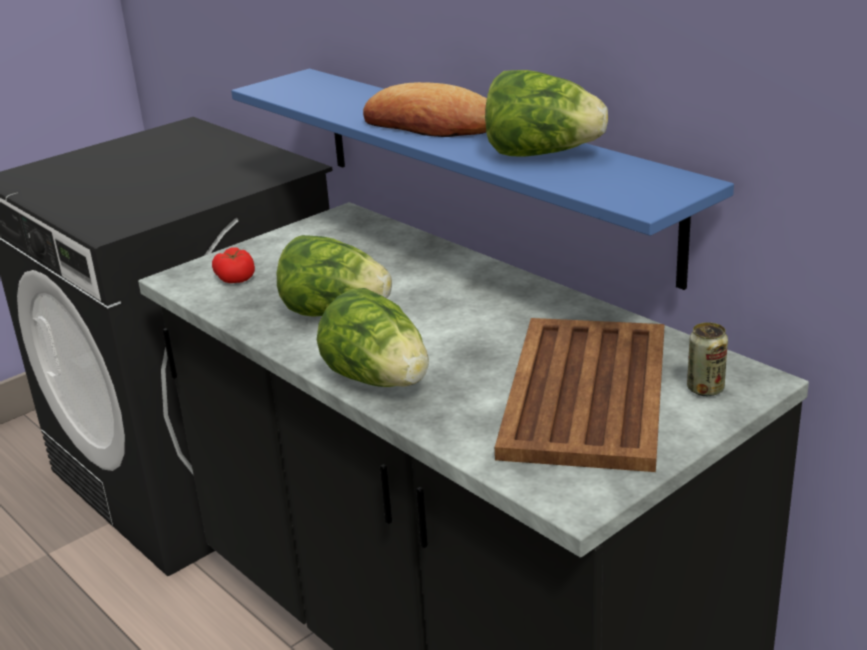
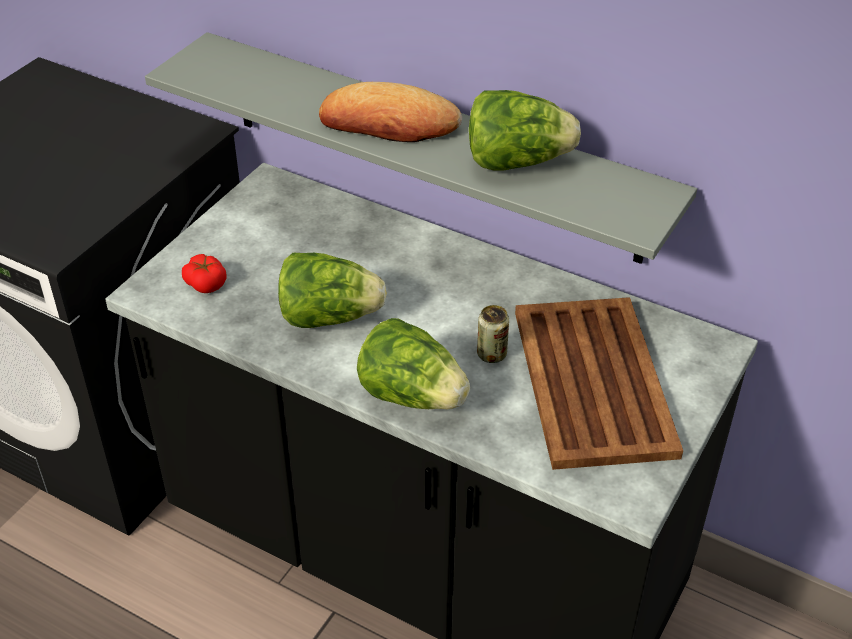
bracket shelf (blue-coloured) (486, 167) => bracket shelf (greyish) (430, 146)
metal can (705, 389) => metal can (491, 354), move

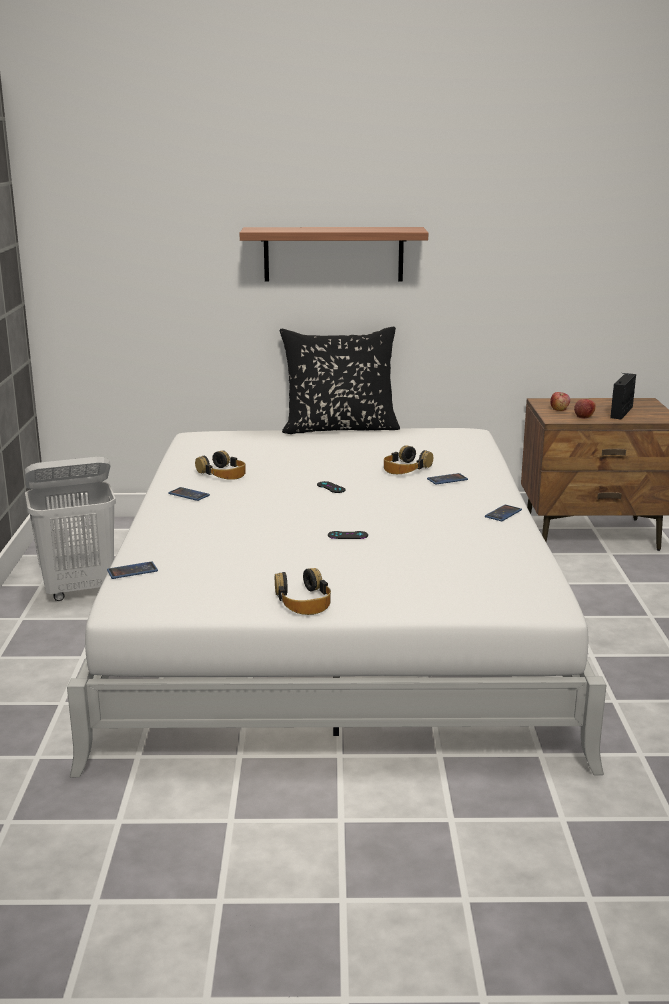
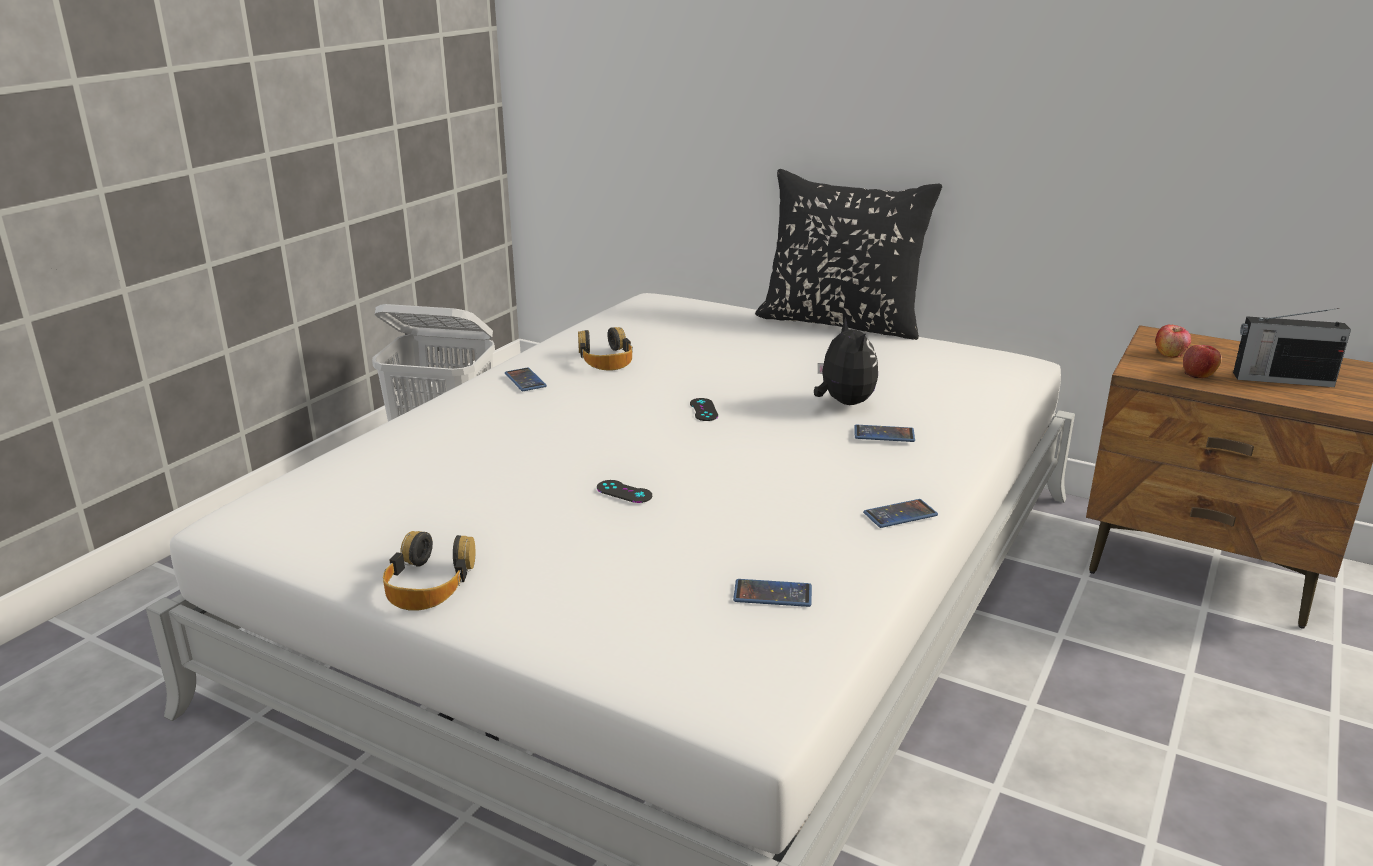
telephone (132, 571) => telephone (772, 594), move
bracket shelf (333, 254) => nothing
headset (406, 468) => cuddly toy (843, 402)
radio (622, 412) => radio (1280, 379), 135 degrees counterclockwise

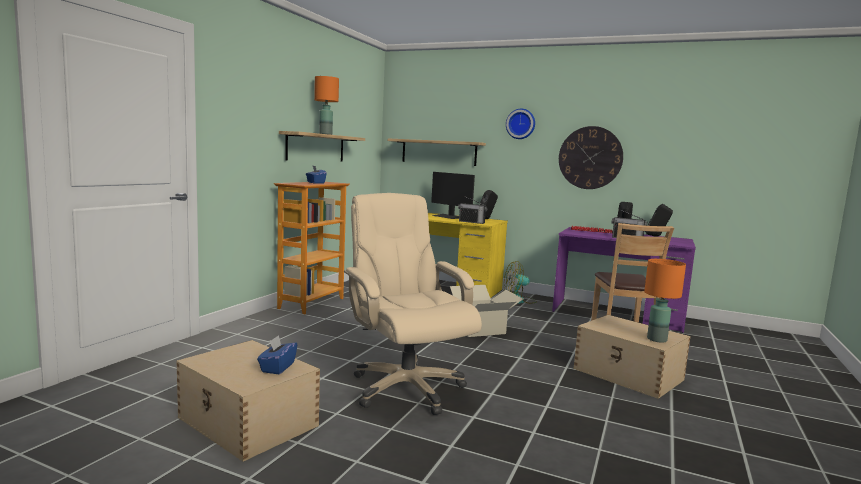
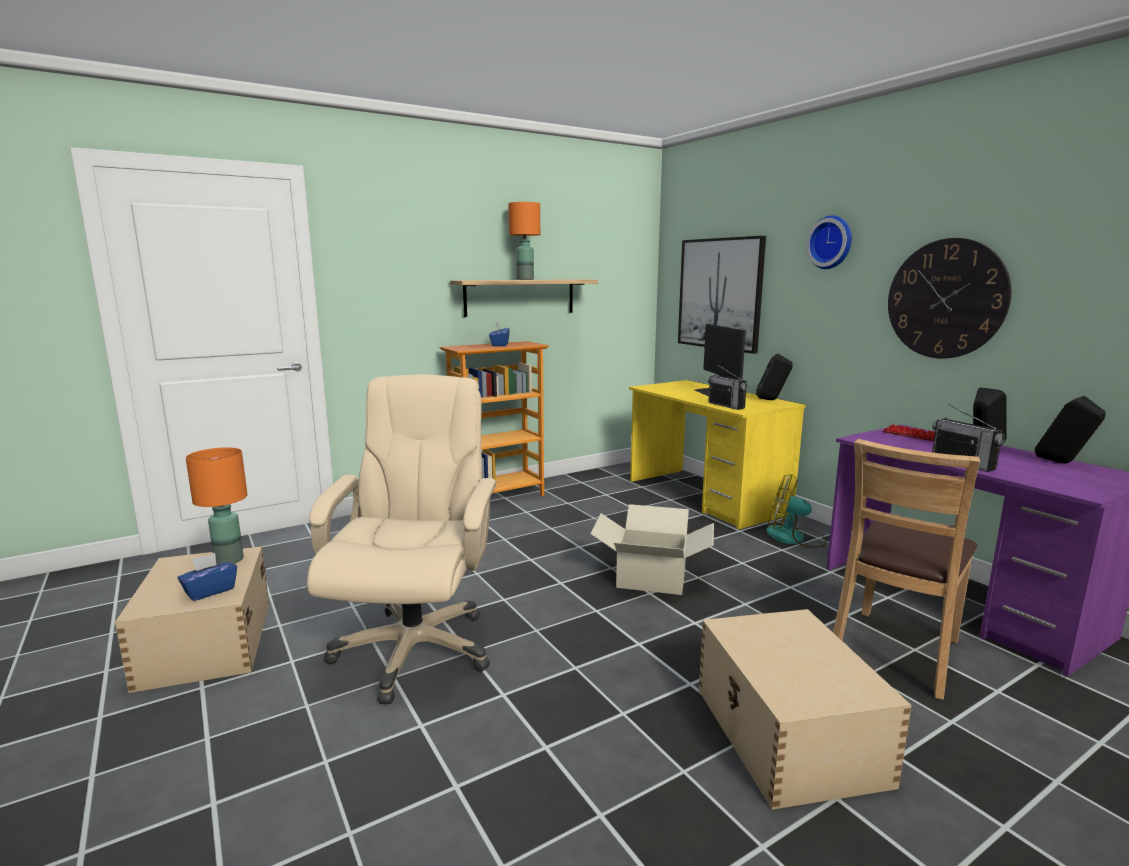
bracket shelf (438, 152) => picture (720, 294)
lamp for a table (orange) (656, 339) => lamp for a table (orange) (229, 560), move

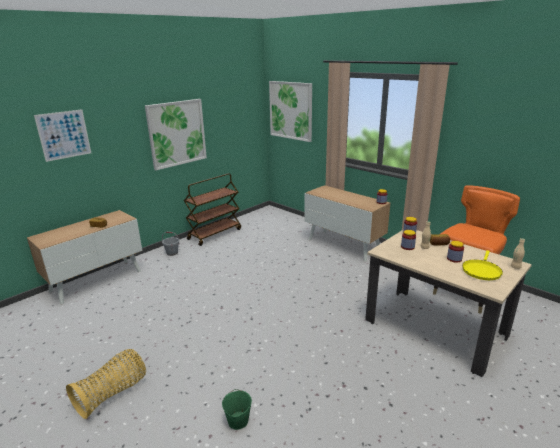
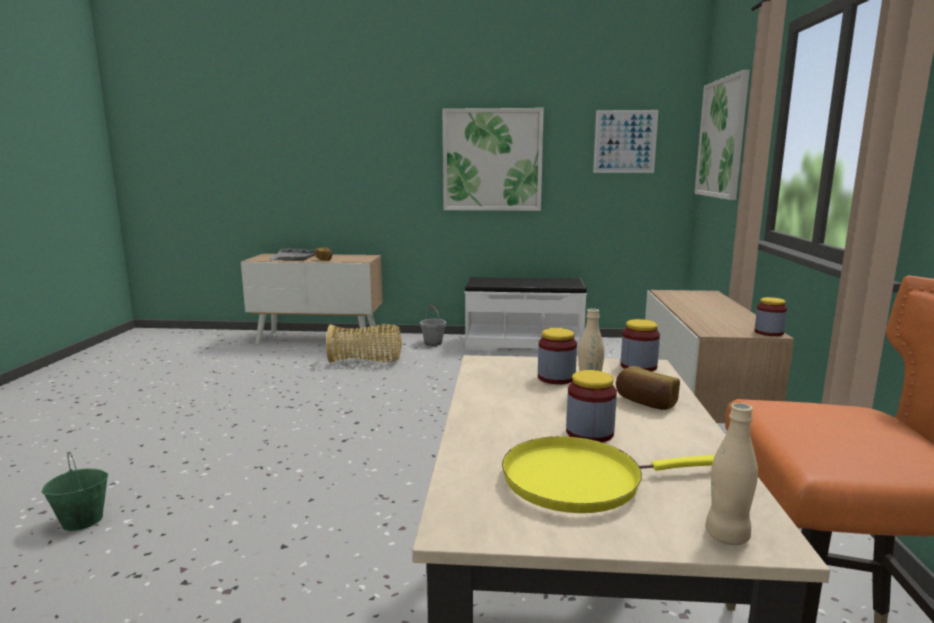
picture (64, 135) => picture (625, 141), move
household basket (113, 393) => household basket (366, 361), move
trolley (brownish) (215, 234) => indoor bench (white-coloured) (523, 343)
nothing => serving tray (greyish) (294, 257)

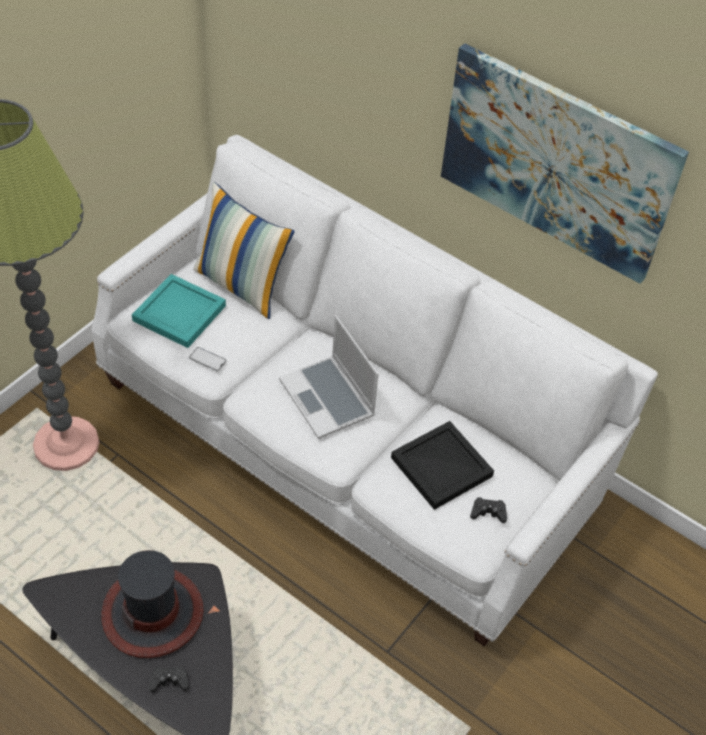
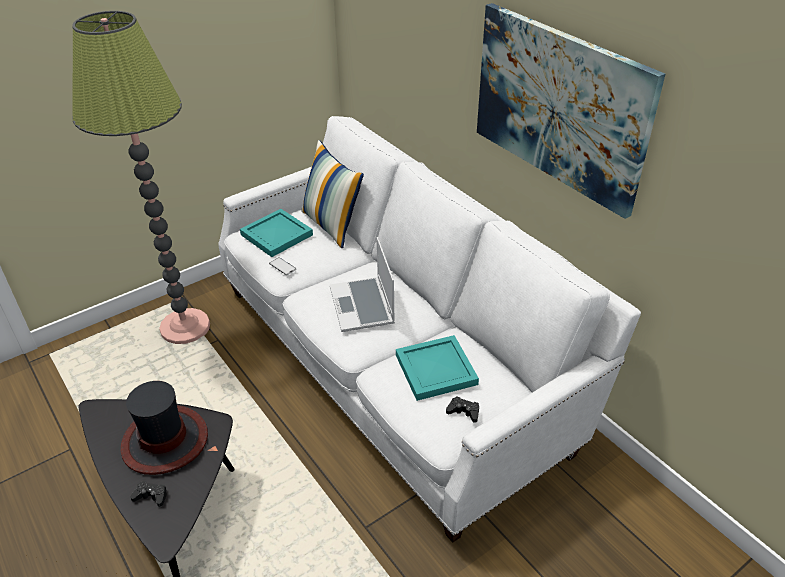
serving tray (blackish) (443, 467) => serving tray (turquoise-coloured) (437, 370)

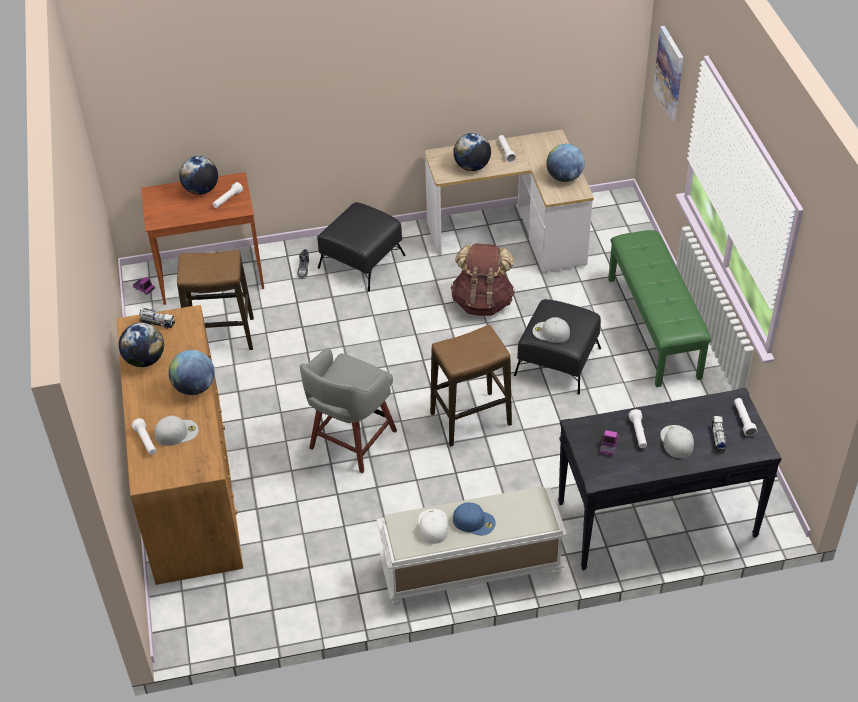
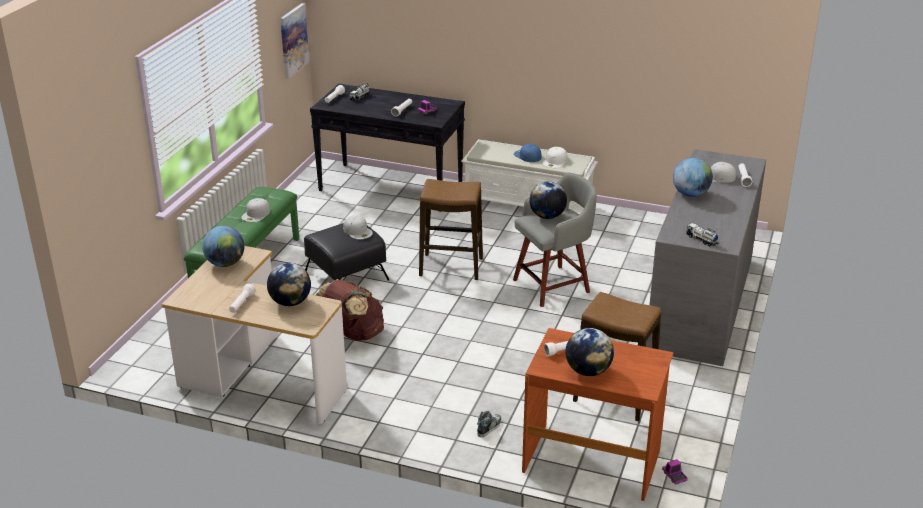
dresser (brownish) (189, 485) => dresser (greyish) (701, 303)
desk globe (145, 360) => desk globe (547, 216), move
ottoman (blackish) (362, 261) => nothing
picture (670, 73) => picture (293, 40), move
peaked cap (white-coloured) (676, 441) => peaked cap (white-coloured) (256, 214), move

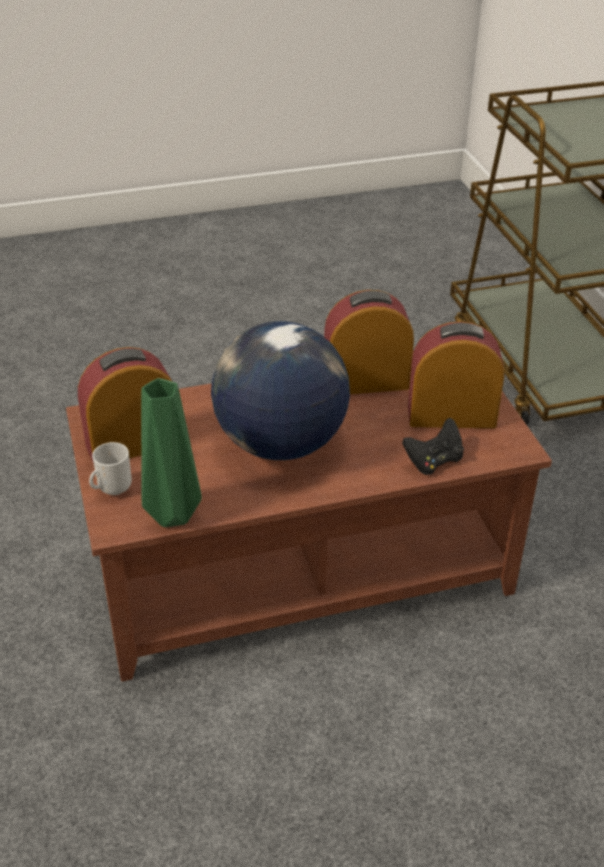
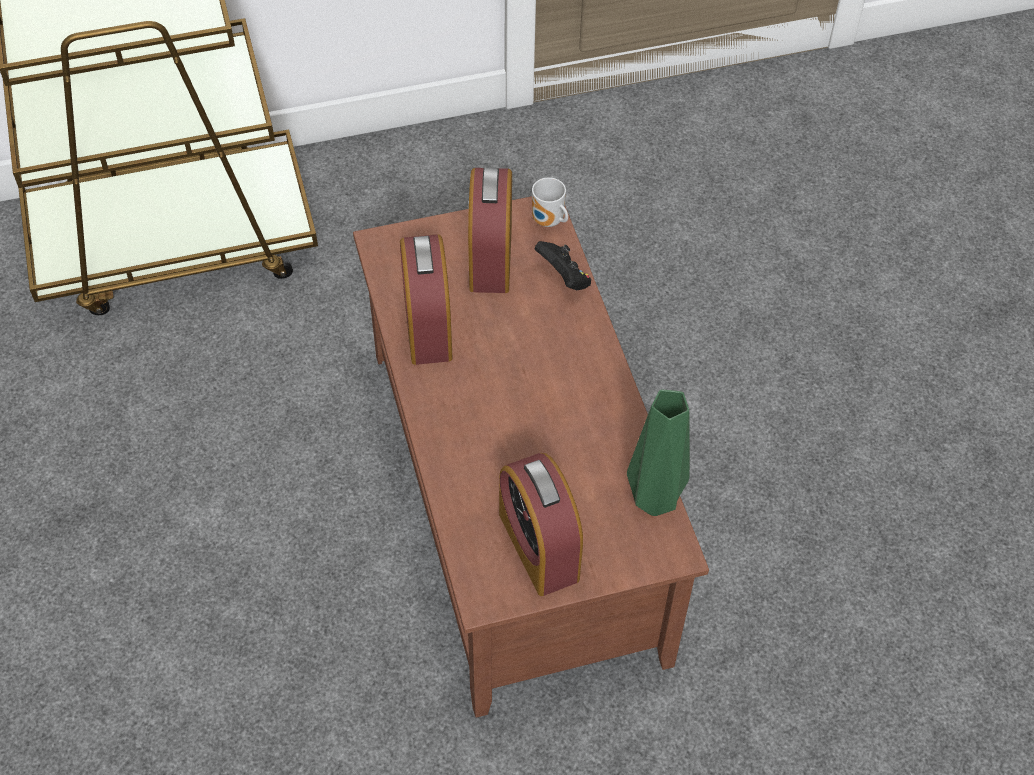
tea mug (112, 489) => tea mug (548, 222), move
desk globe (280, 443) => nothing

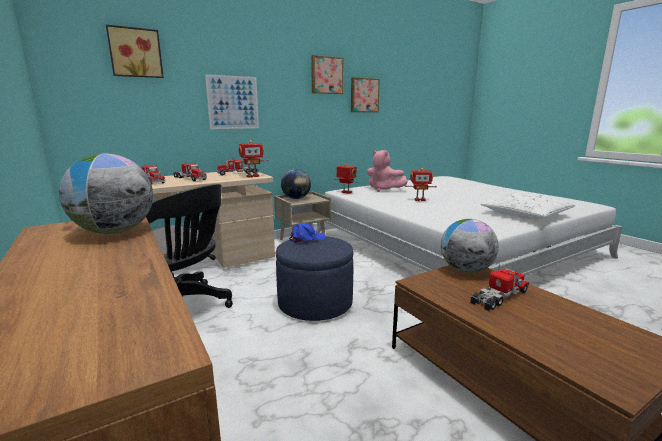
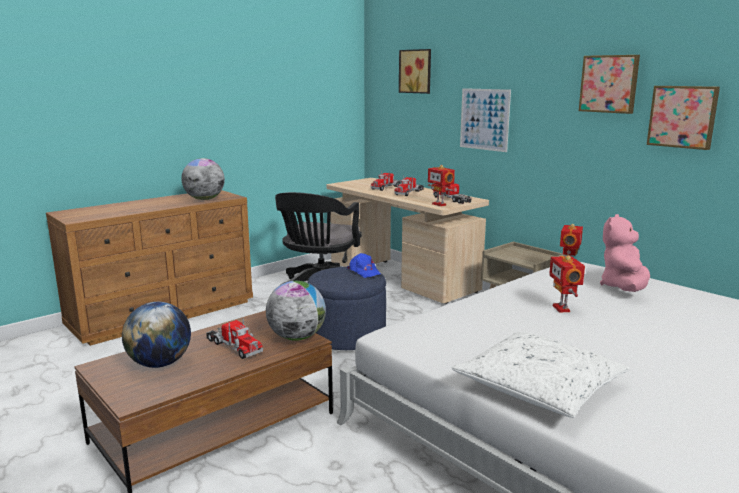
desk globe (296, 198) => desk globe (160, 364), move

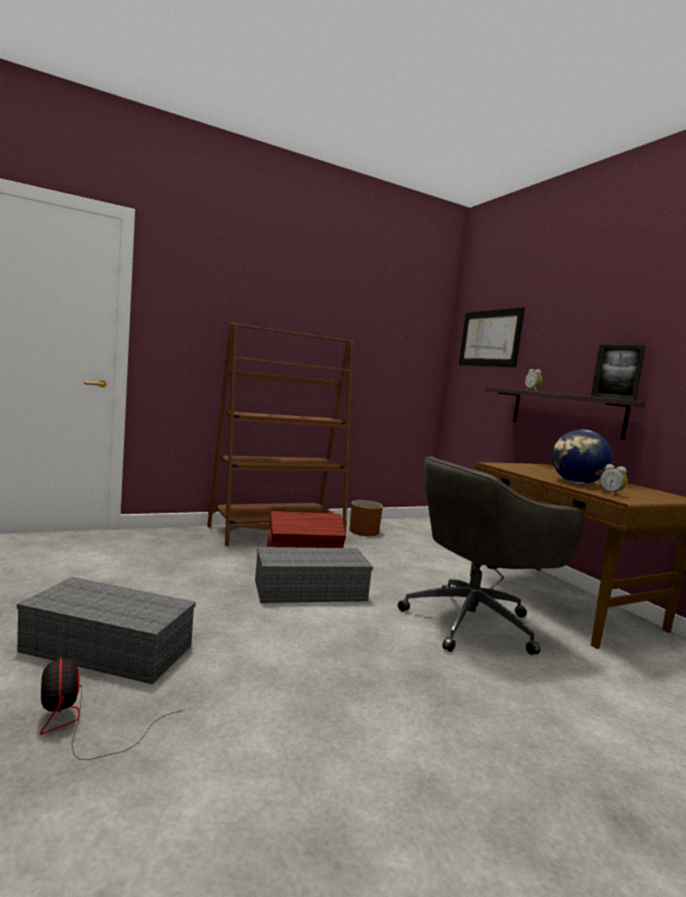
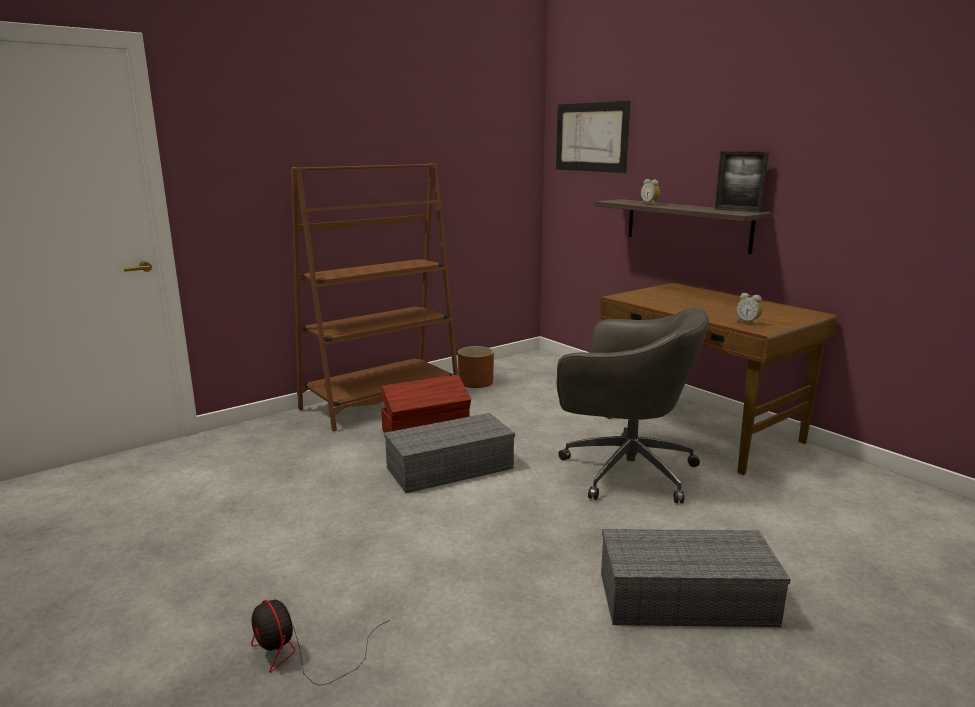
storage container (greyish) (104, 649) => storage container (greyish) (683, 600), move
computer chair (greyish) (473, 622) => computer chair (greyish) (624, 470), 120 degrees counterclockwise
desk globe (576, 483) => nothing

